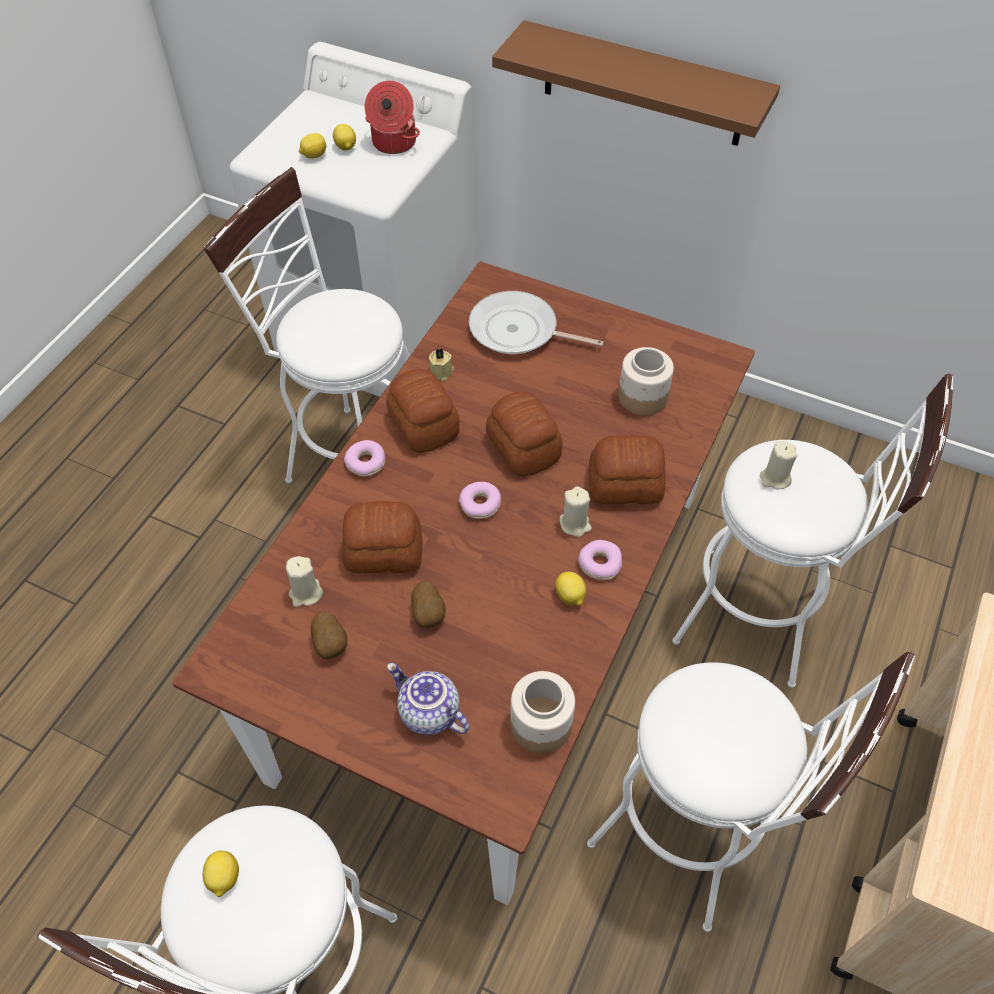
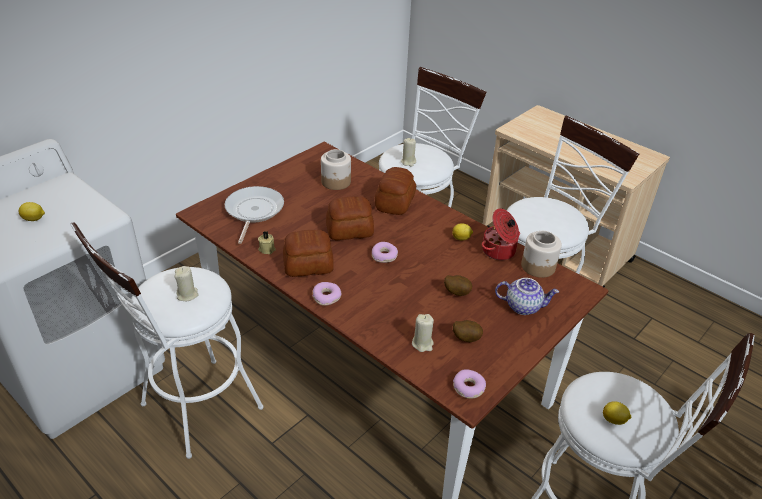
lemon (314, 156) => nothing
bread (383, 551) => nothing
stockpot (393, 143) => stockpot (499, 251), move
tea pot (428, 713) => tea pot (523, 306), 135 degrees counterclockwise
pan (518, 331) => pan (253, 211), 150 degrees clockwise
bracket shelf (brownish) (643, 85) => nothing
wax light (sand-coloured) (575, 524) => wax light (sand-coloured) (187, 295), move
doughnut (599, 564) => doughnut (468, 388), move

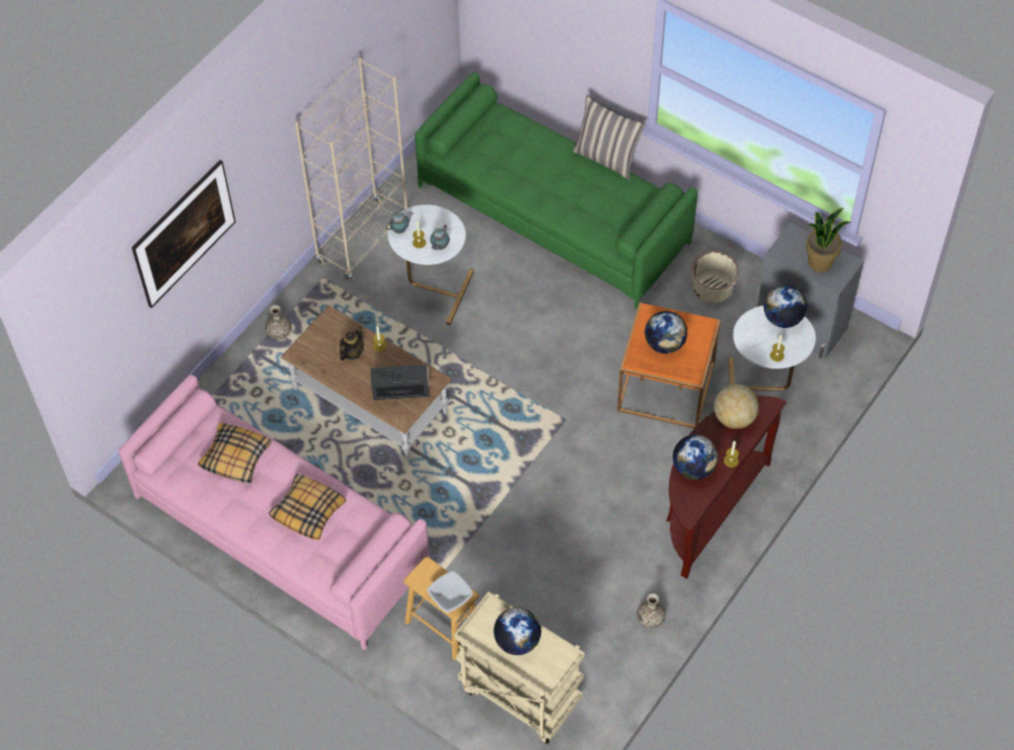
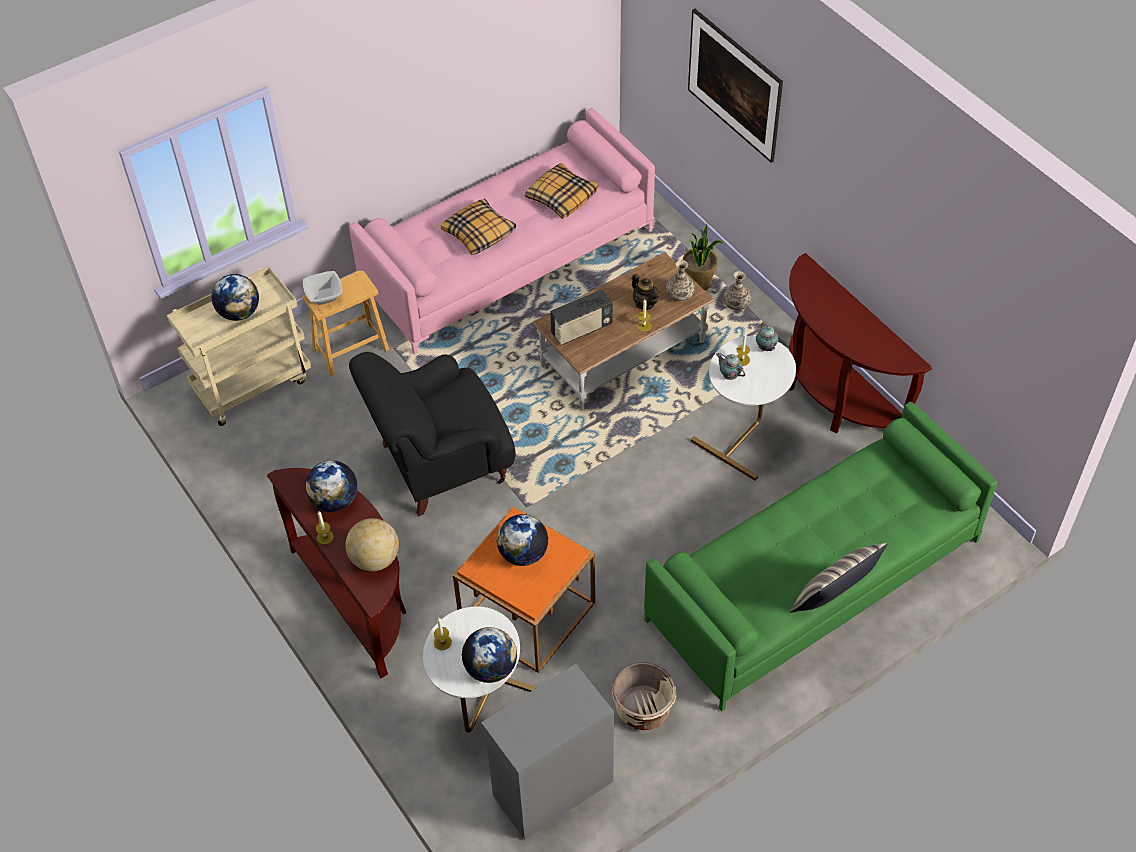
bookshelf (sand-coloured) (363, 240) => hall table (brownish) (833, 396)
radio (401, 391) => radio (581, 330), 45 degrees clockwise
decorative vase (650, 618) => decorative vase (679, 295), move
plant in a pot (820, 262) => plant in a pot (699, 283), move
nothing => armchair (blackish) (440, 464)

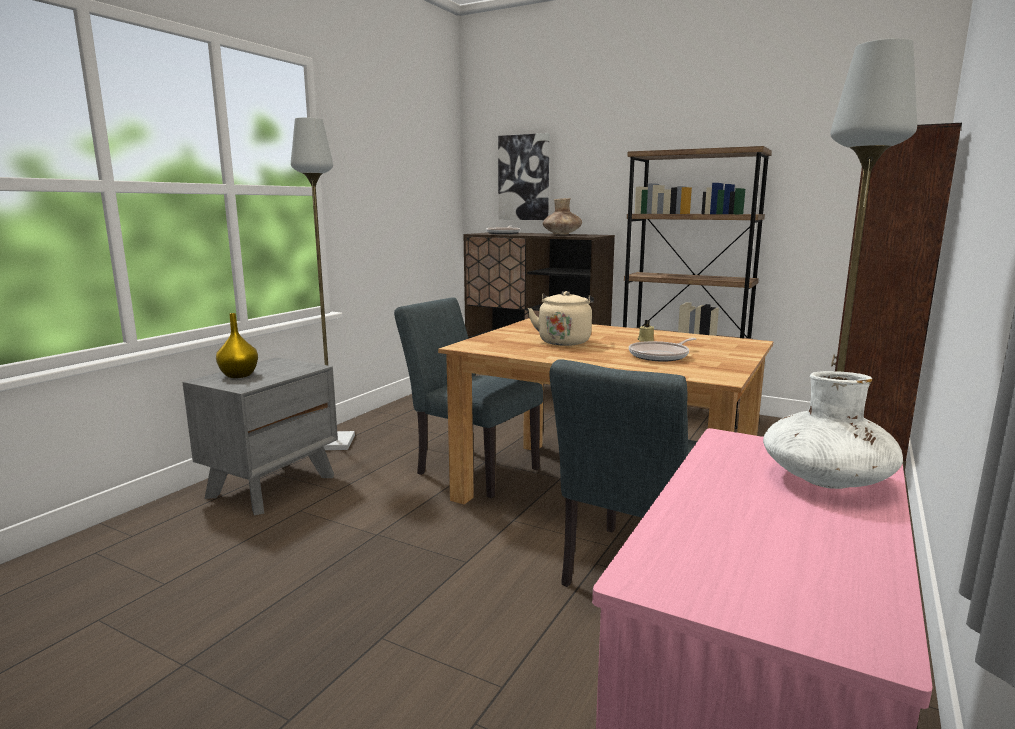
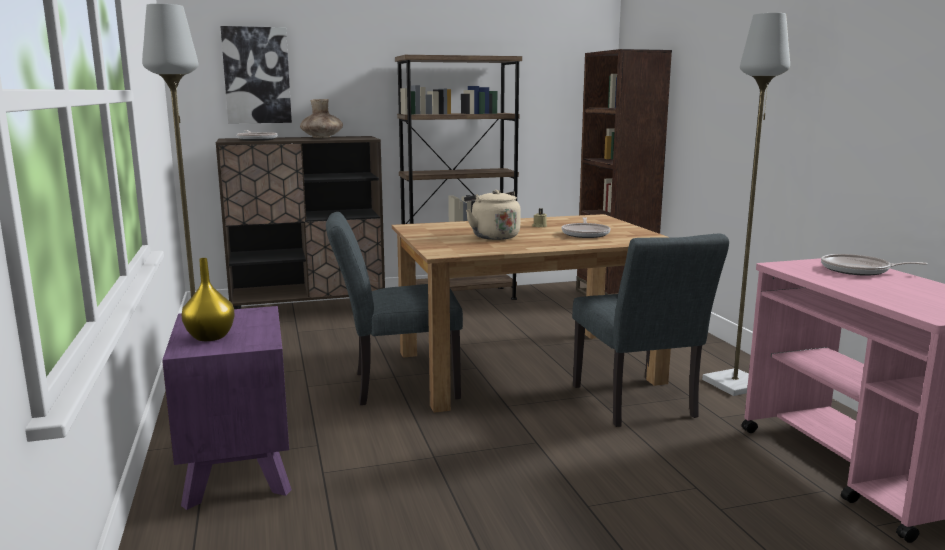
bedside table (greyish) (272, 486) => bedside table (purplish) (238, 468)
decorative vase (white-coloured) (825, 480) => pan (859, 270)

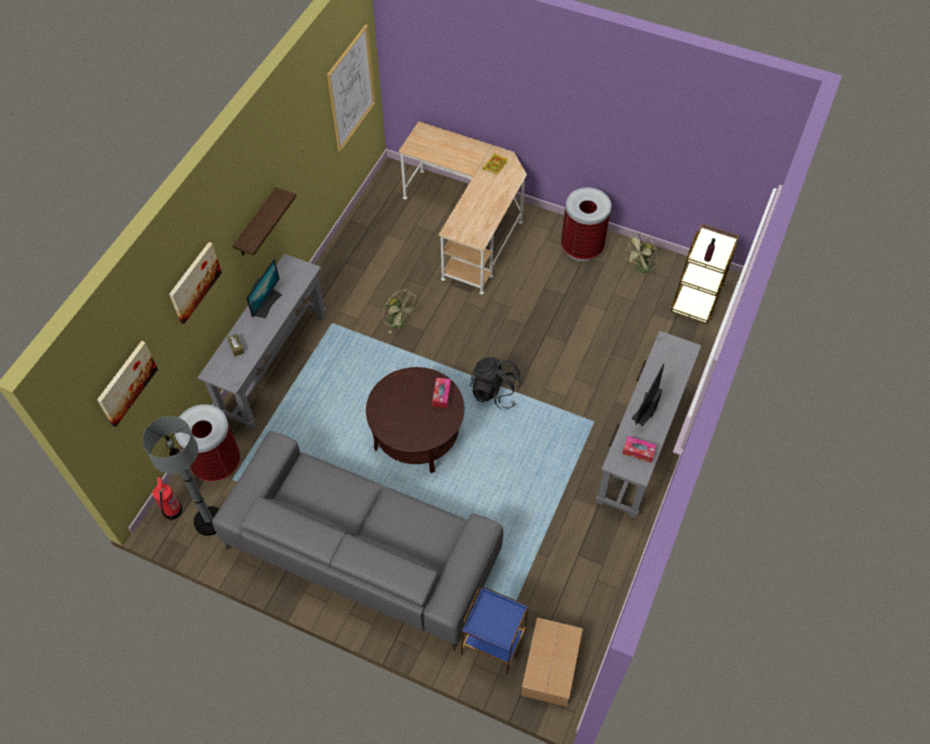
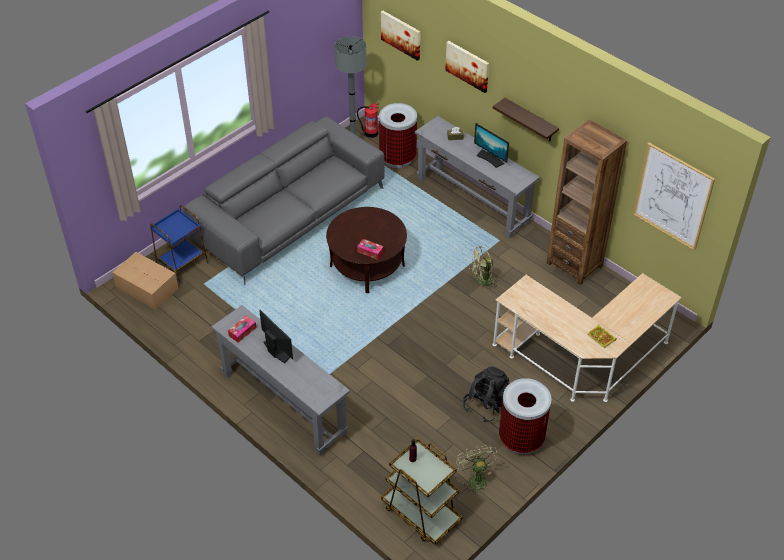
backpack (blackish) (495, 392) => backpack (blackish) (487, 404), move
nothing => bookshelf (brownish) (574, 264)

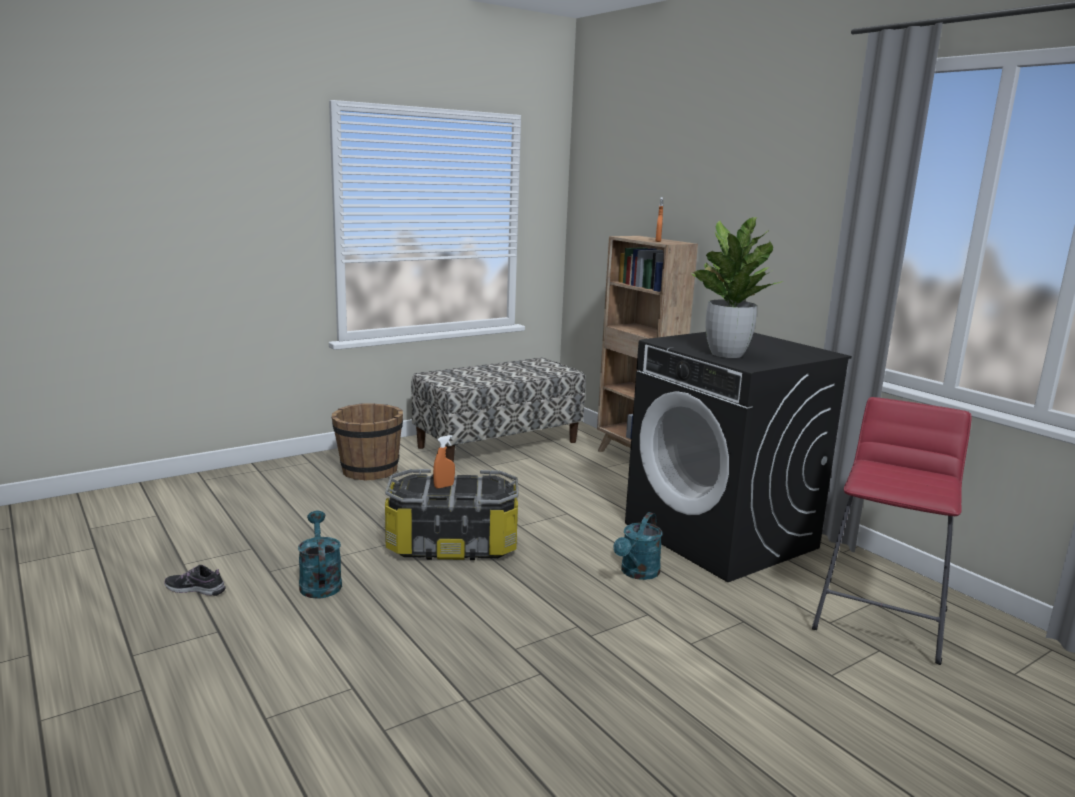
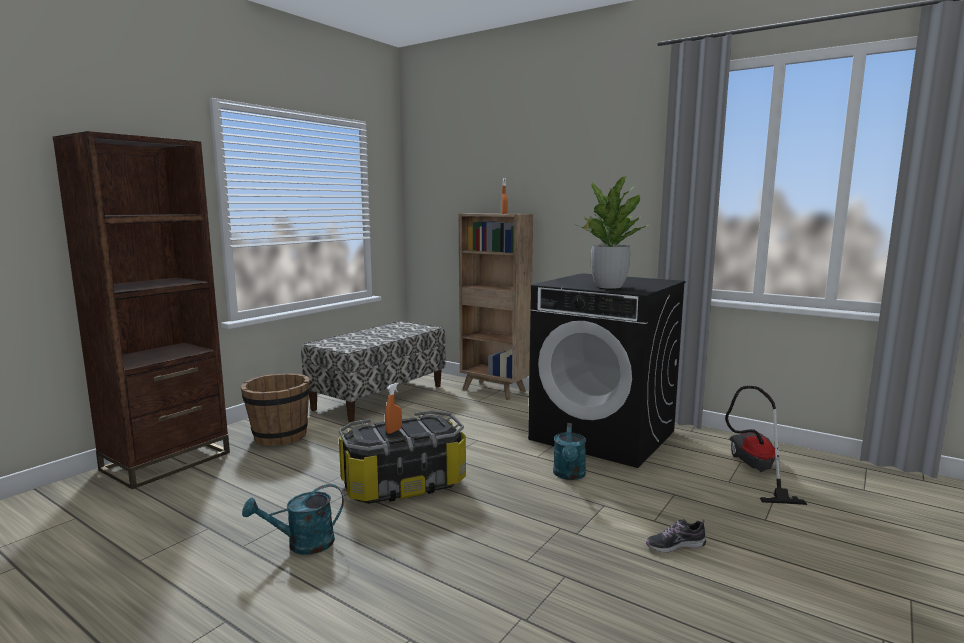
low shoe (195, 589) => low shoe (675, 545), move
sprinkling can (turquoise-coloured) (319, 582) => sprinkling can (turquoise-coloured) (302, 544), 75 degrees counterclockwise
stool (red) (880, 617) => vacuum cleaner (754, 470)
nothing => bookshelf (brownish) (166, 461)

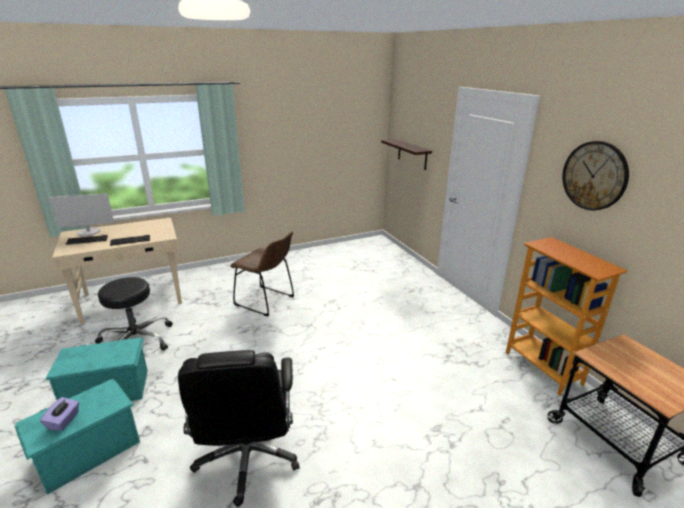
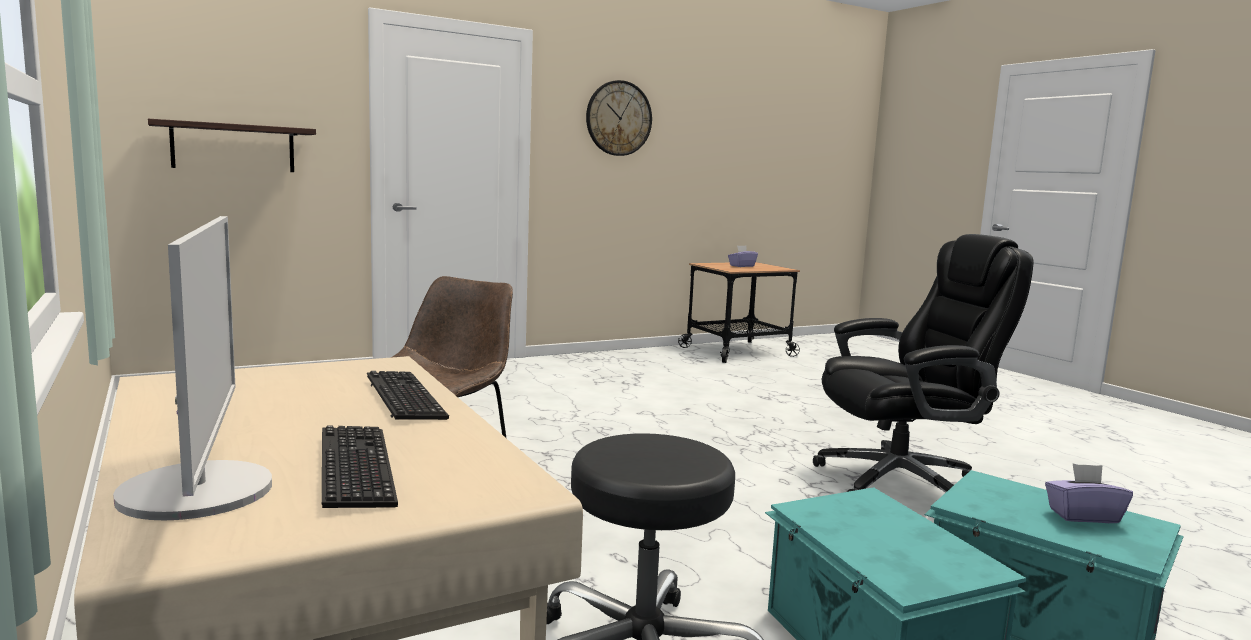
bookshelf (543, 368) => nothing
nothing => tissue box (purplish) (741, 266)

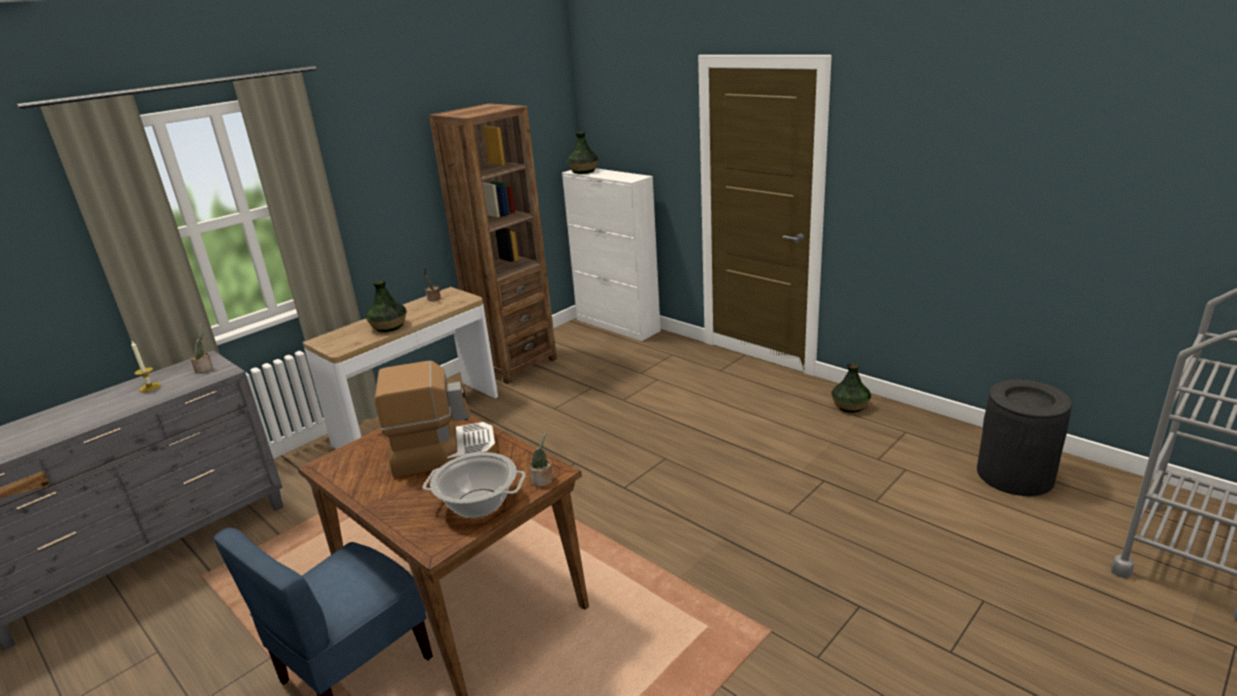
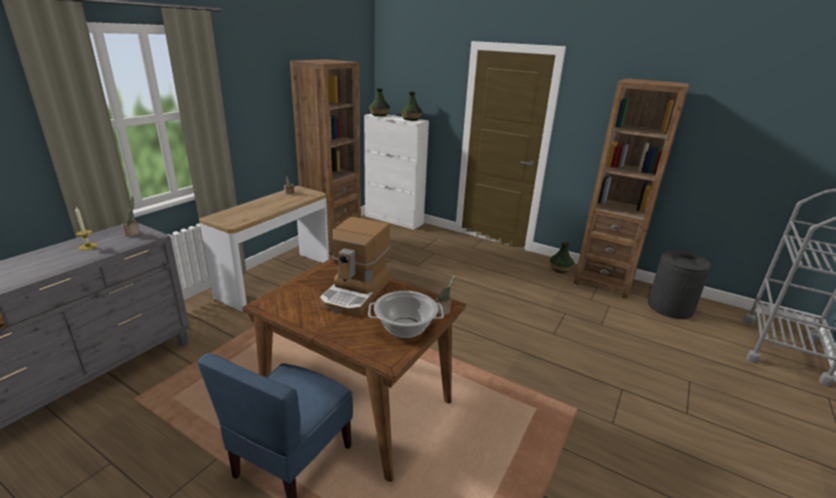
decorative vase (388, 327) => decorative vase (410, 119), move
coffee maker (443, 452) => coffee maker (356, 293), 135 degrees clockwise
nothing => bookshelf (brownish) (603, 282)

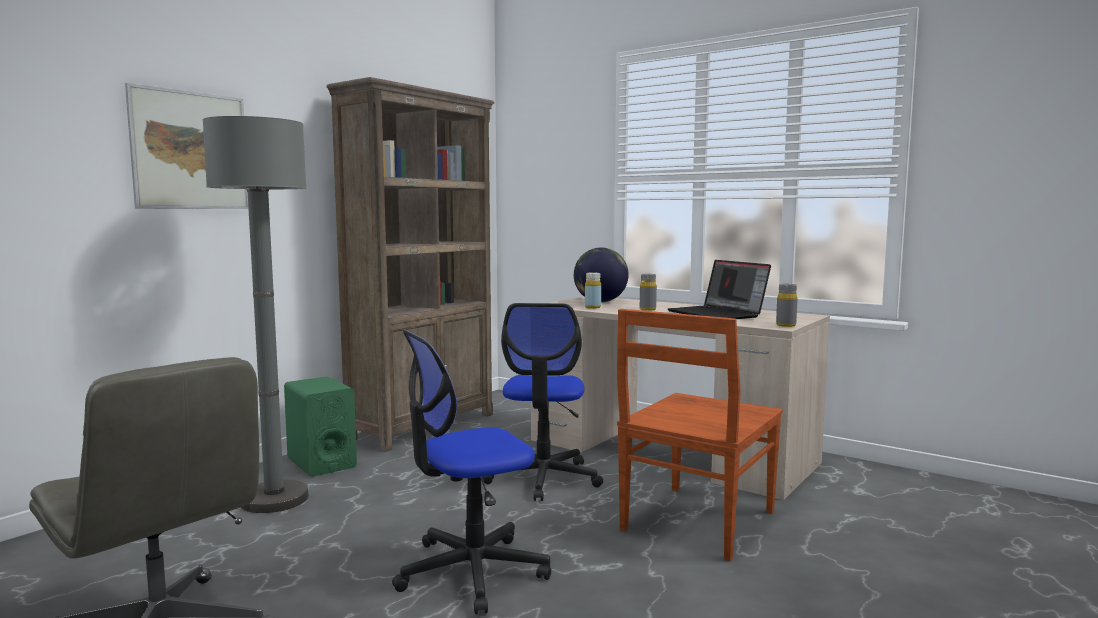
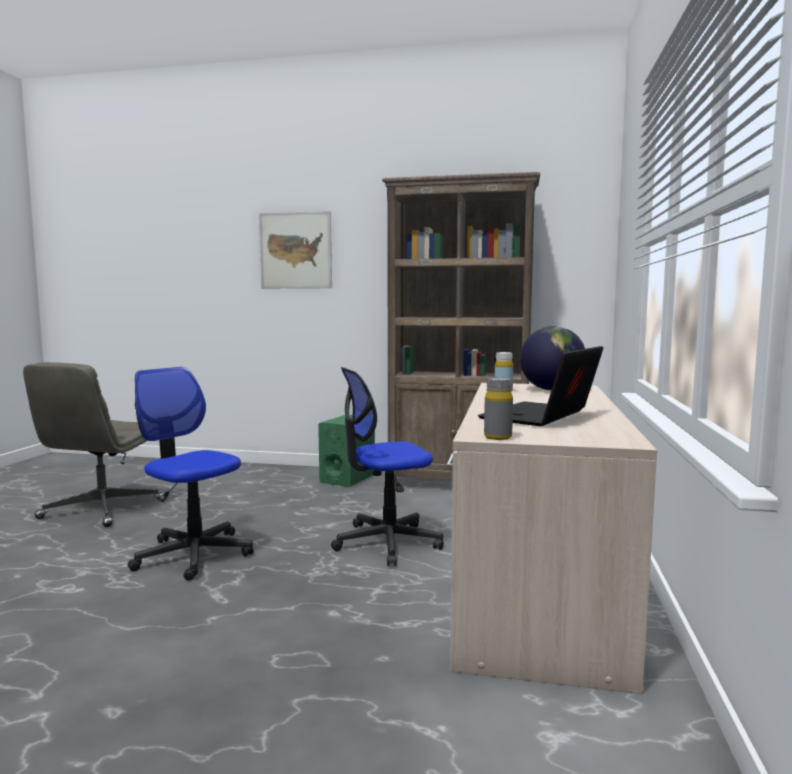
standard lamp (greyish) (274, 499) => nothing
upright chair (brownish) (696, 522) => nothing
bottle (greyish) (647, 309) => nothing

